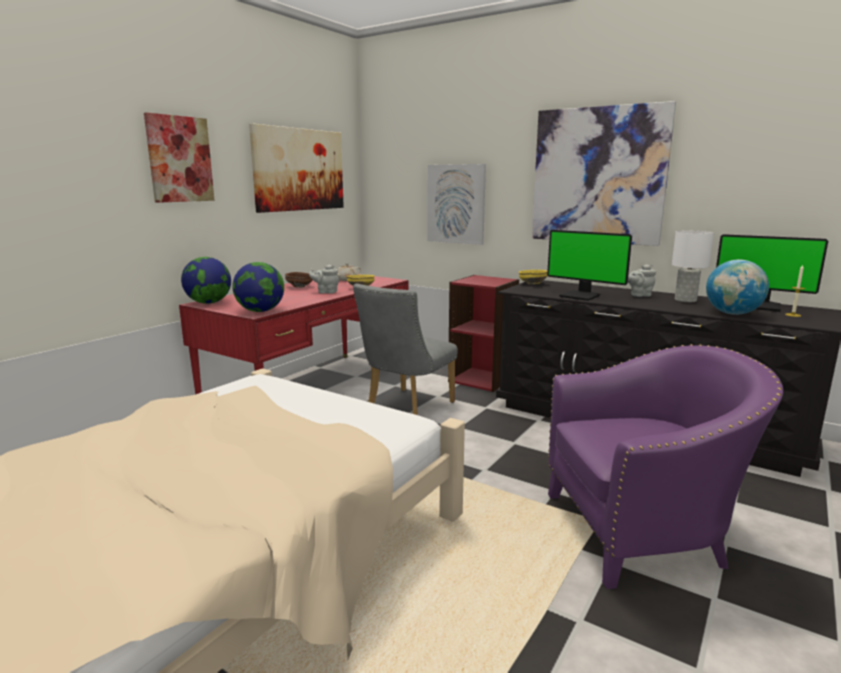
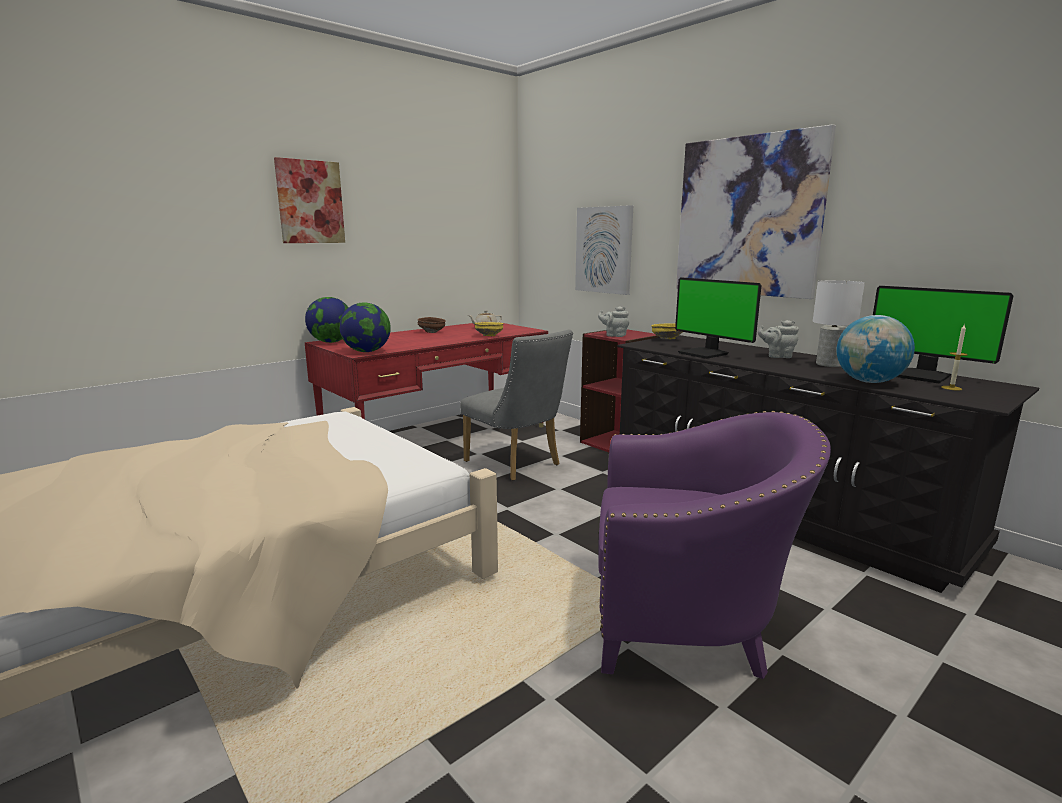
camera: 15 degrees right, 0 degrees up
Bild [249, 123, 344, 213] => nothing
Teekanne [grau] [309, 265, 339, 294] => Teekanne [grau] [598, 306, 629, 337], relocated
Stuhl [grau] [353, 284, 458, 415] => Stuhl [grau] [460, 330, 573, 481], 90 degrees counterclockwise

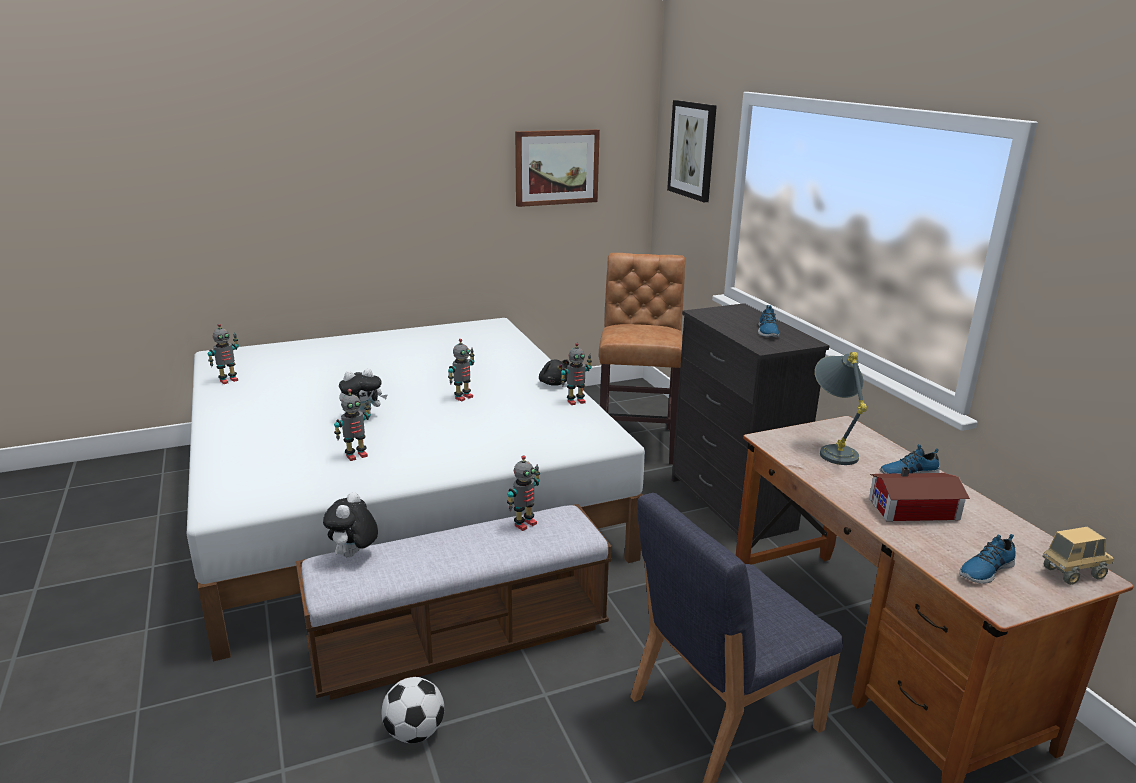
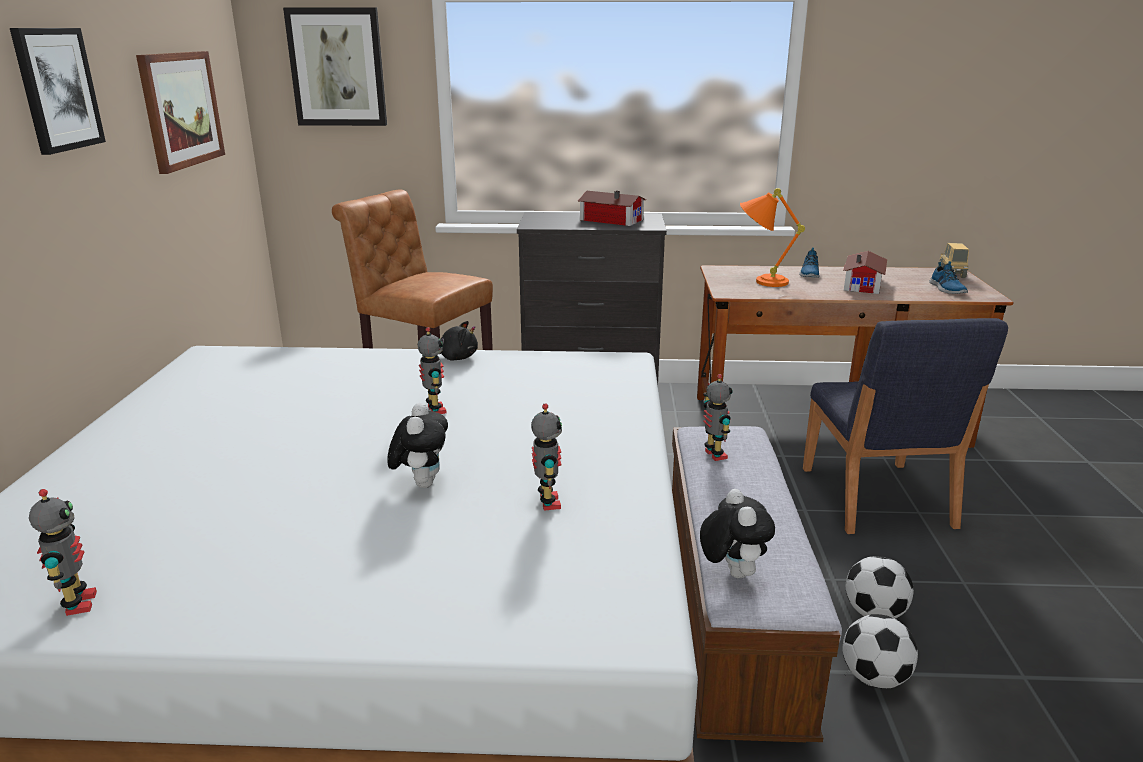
camera: 65 degrees left, 0 degrees up
Plüschtier [323, 492, 378, 558] => Plüschtier [700, 489, 775, 578], 135 degrees counterclockwise
Spielzeugroboter [561, 343, 592, 405] => nothing
Schuh [758, 305, 780, 337] => Spielzeughaus [578, 191, 646, 226]
Tischlampe [grau] [815, 352, 867, 465] => Tischlampe [orange] [740, 188, 805, 287]
nothing => Bild [10, 28, 106, 155]
nothing => Fußball [846, 556, 914, 619]

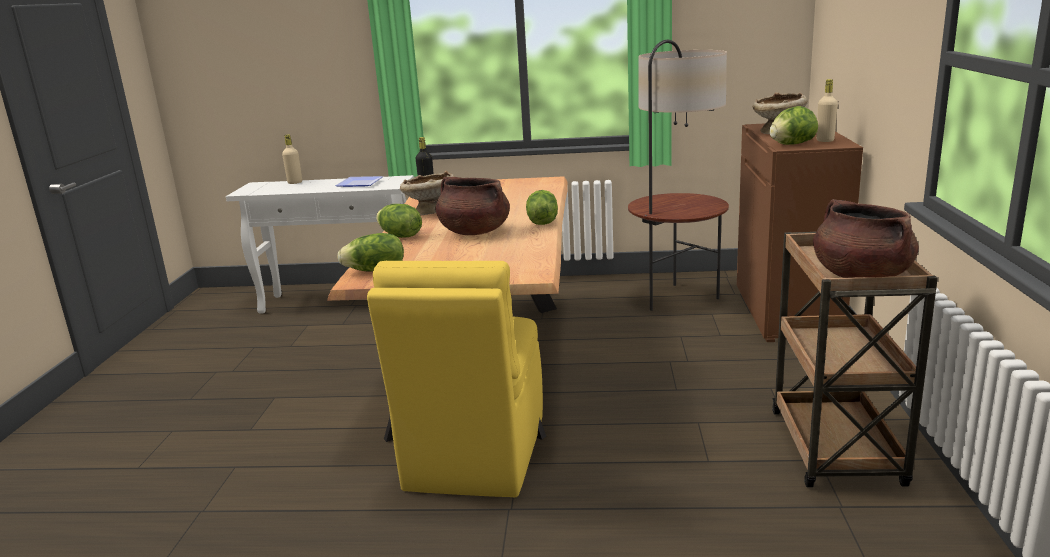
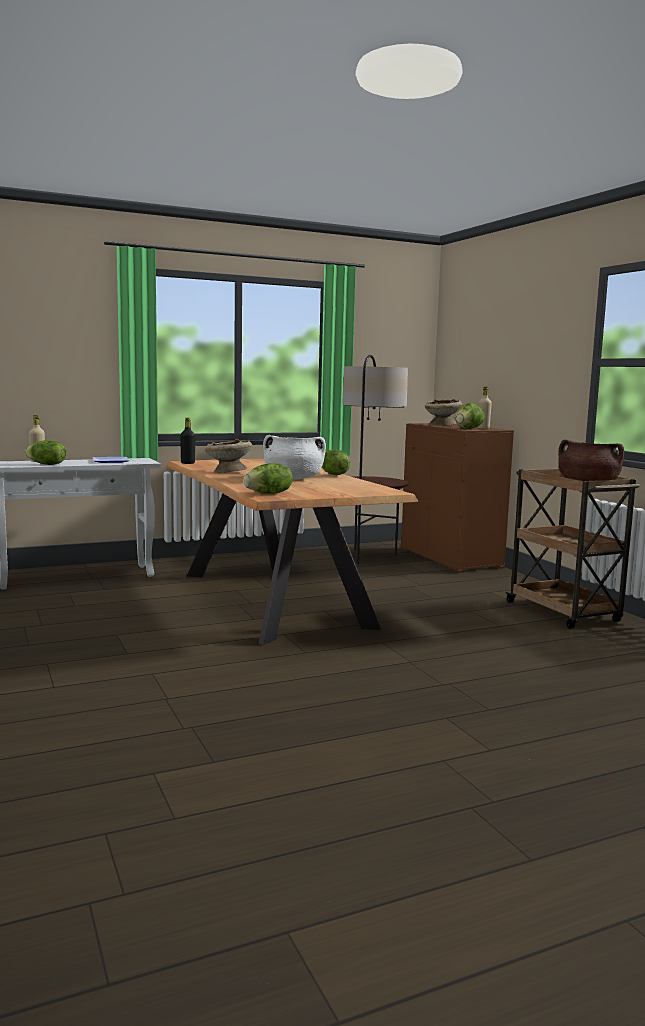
camera: 30 degrees left, 10 degrees down
Stuhl [gelb] [367, 261, 543, 497] => nothing
Salatkopf [376, 204, 422, 238] => Salatkopf [25, 440, 66, 465], relocated
Kochtopf [braun] [435, 177, 510, 235] => Kochtopf [weiß] [263, 435, 326, 480]

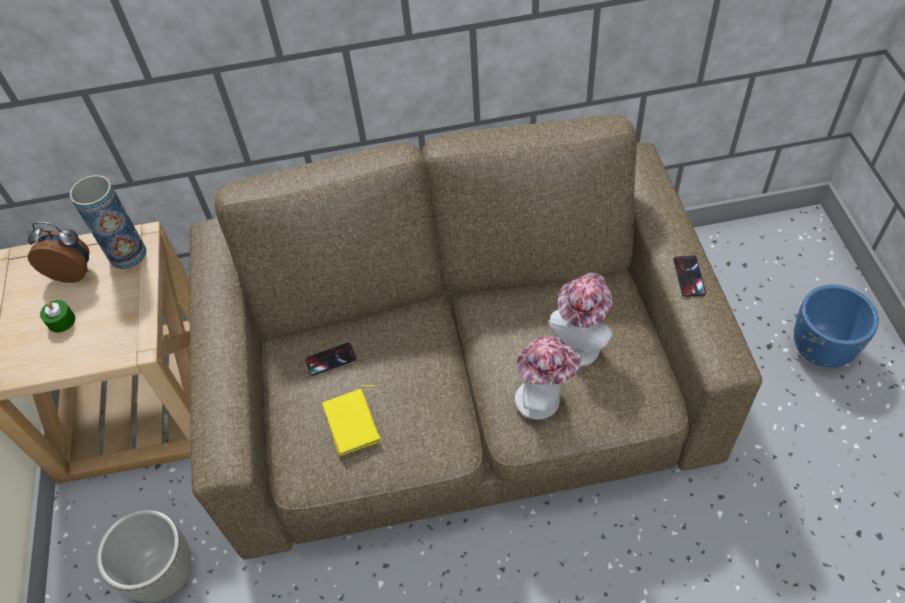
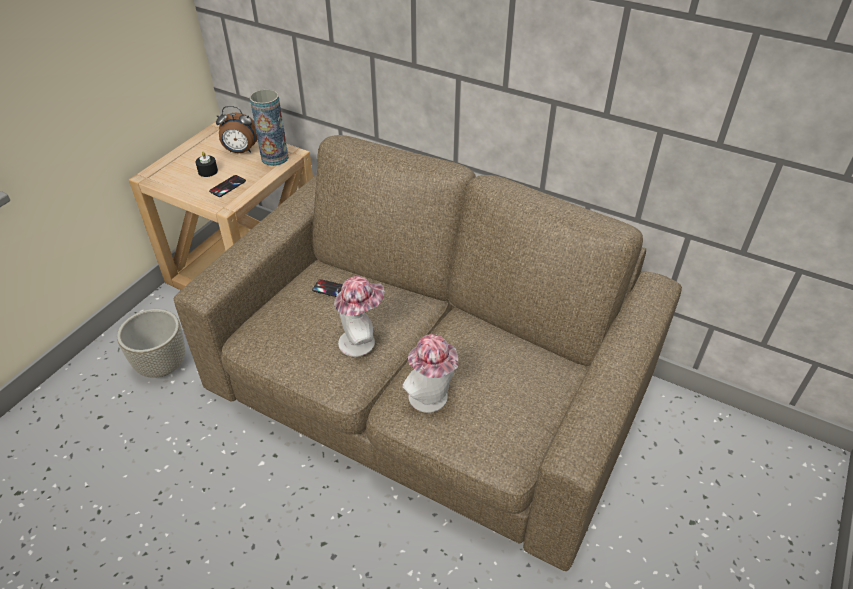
camera: 35 degrees right, 10 degrees down
Wecker [27, 222, 90, 283] => Wecker [216, 106, 257, 153], 135 degrees clockwise
Kerze [grün] [40, 300, 75, 333] => Kerze [schwarz] [195, 152, 218, 177]
Buch [gelb] [322, 385, 380, 456] => nothing
Hut [549, 273, 613, 366] => Hut [334, 276, 385, 357], relocated
Handy [673, 255, 706, 297] => Handy [209, 175, 246, 197], relocated
Pflanzkübel [blau] [794, 285, 879, 368] => nothing

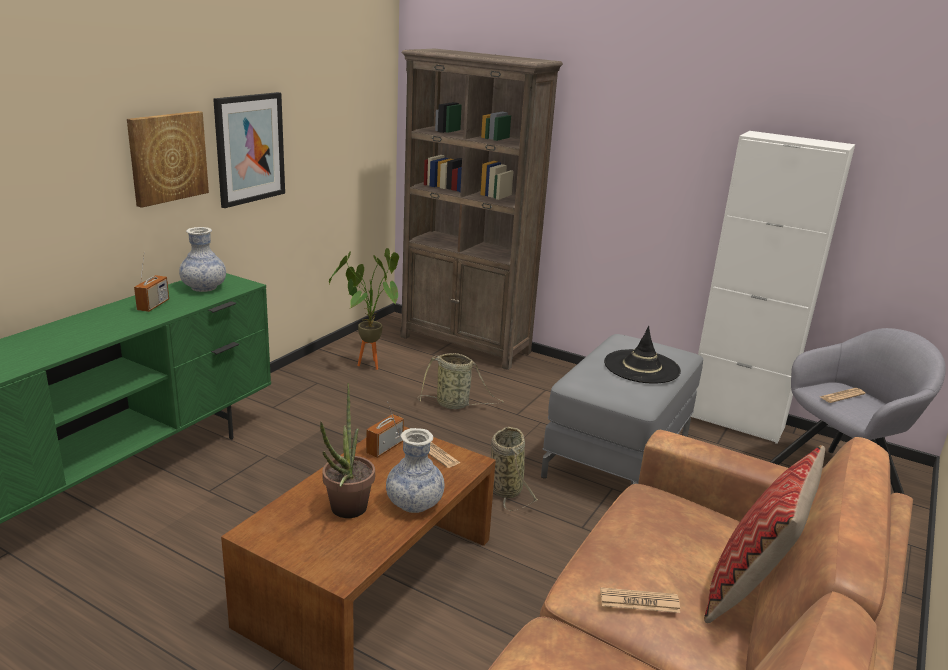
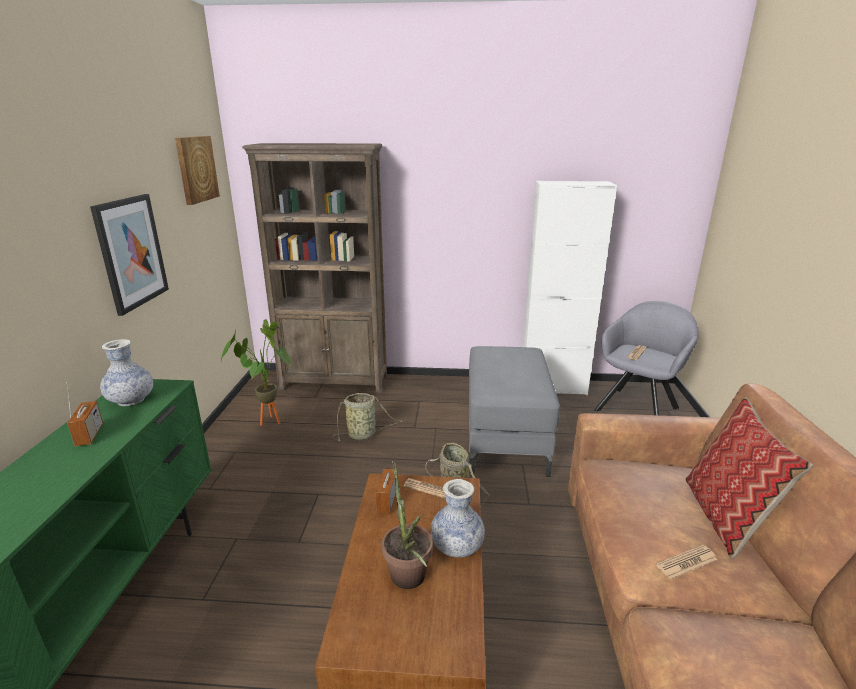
camera: 25 degrees left, 0 degrees up
Bild [127, 111, 209, 208] => Bild [175, 136, 220, 205], relocated
Hut [schwarz] [604, 326, 681, 383] => nothing

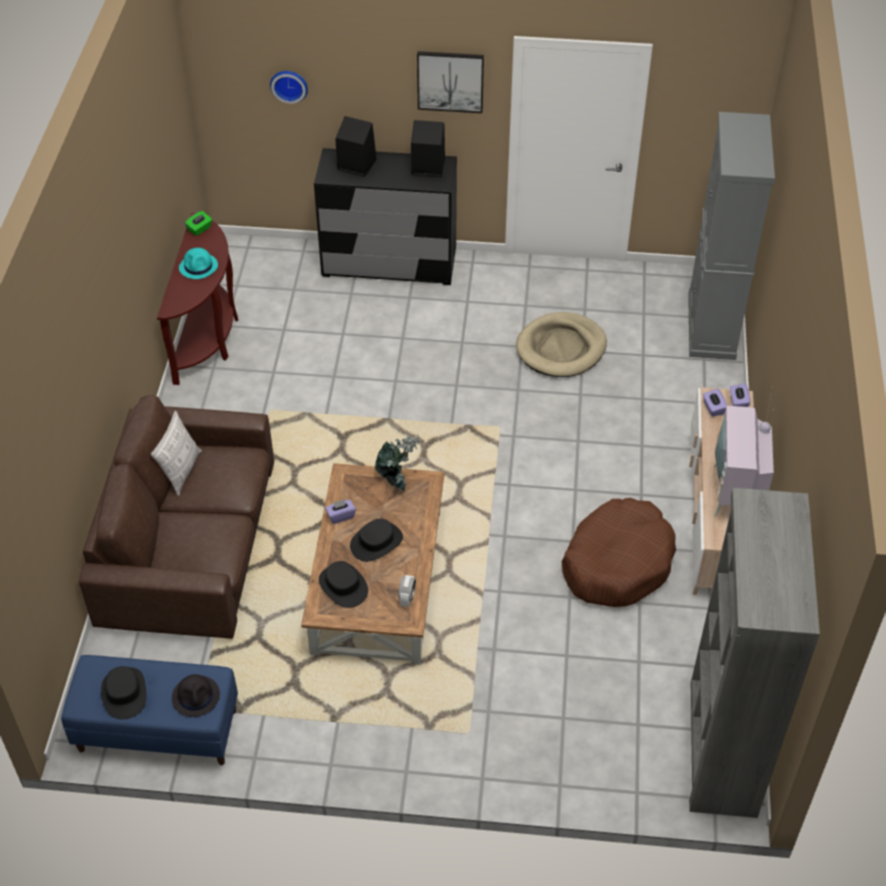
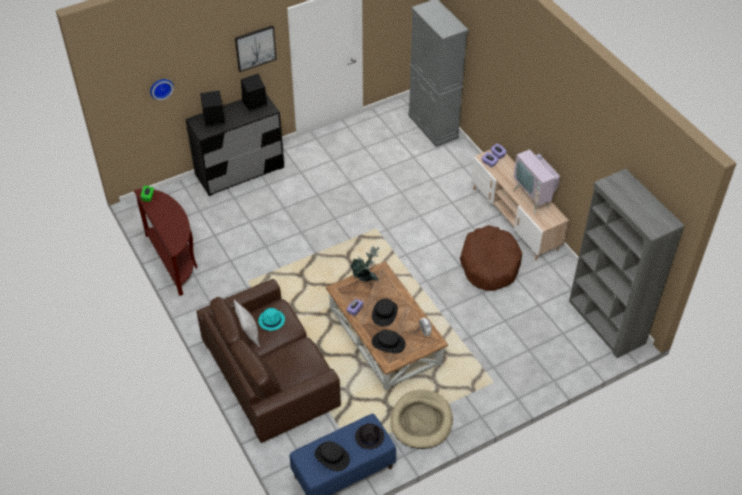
camera: 35 degrees left, 0 degrees up
Hut [türkis] [179, 248, 218, 279] => Hut [türkis] [258, 308, 285, 331], relocated
Hundebett [beige] [516, 312, 607, 377] => Hundebett [beige] [390, 390, 453, 449], relocated

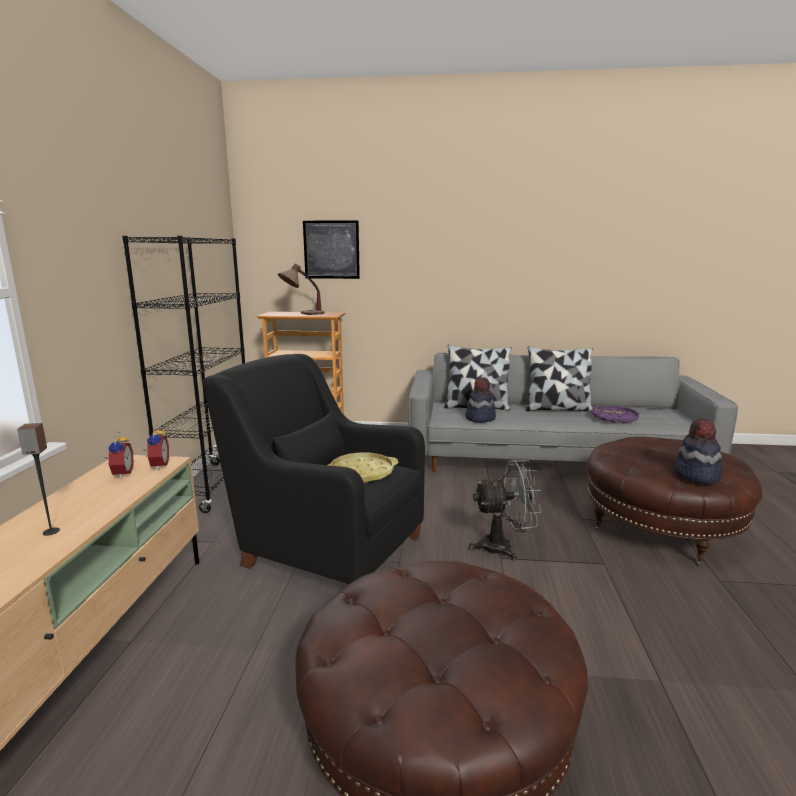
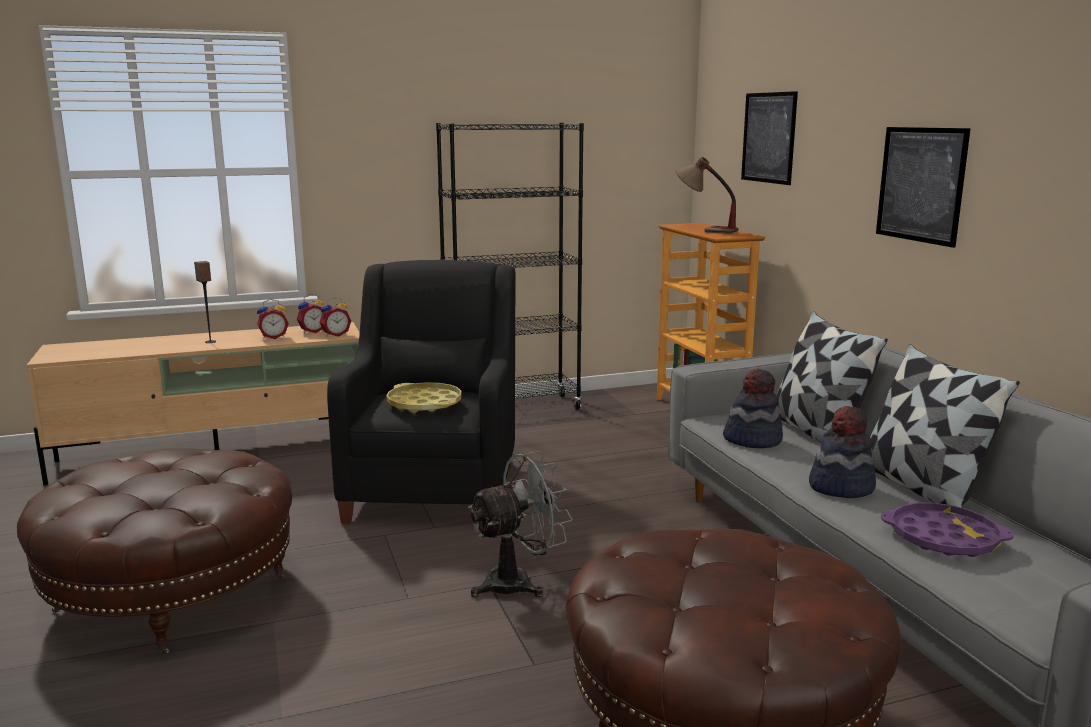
camera: 65 degrees right, 0 degrees up
Ventilator [grau] [469, 460, 542, 561] => Ventilator [grau] [468, 451, 573, 597], 90 degrees counterclockwise
Hut [674, 419, 722, 484] => Hut [809, 406, 876, 498], relocated
nothing => Wecker [257, 299, 289, 339]
nothing => Bild [876, 127, 971, 248]

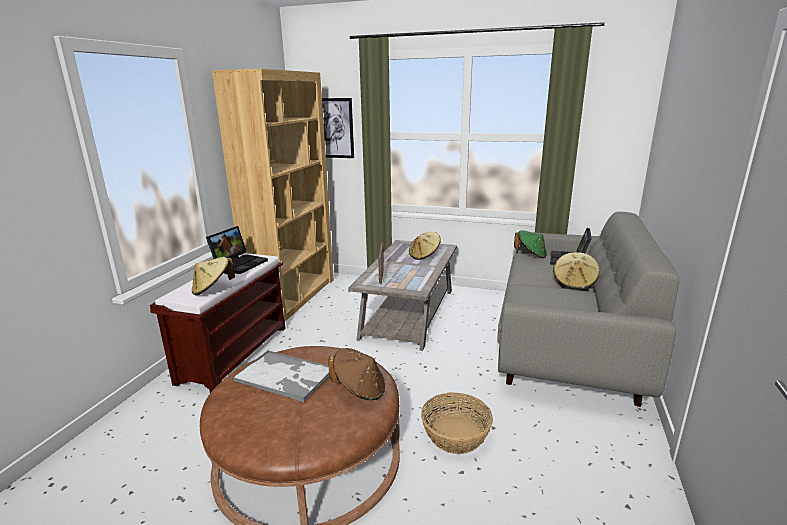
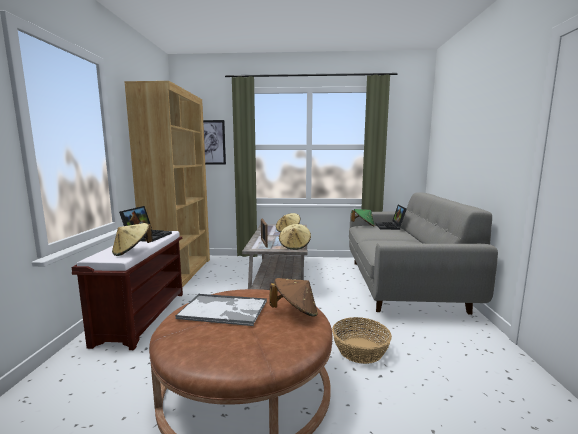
camera: 15 degrees left, 10 degrees down
Hut [beige] [553, 252, 600, 289] => Hut [beige] [279, 224, 311, 250], relocated

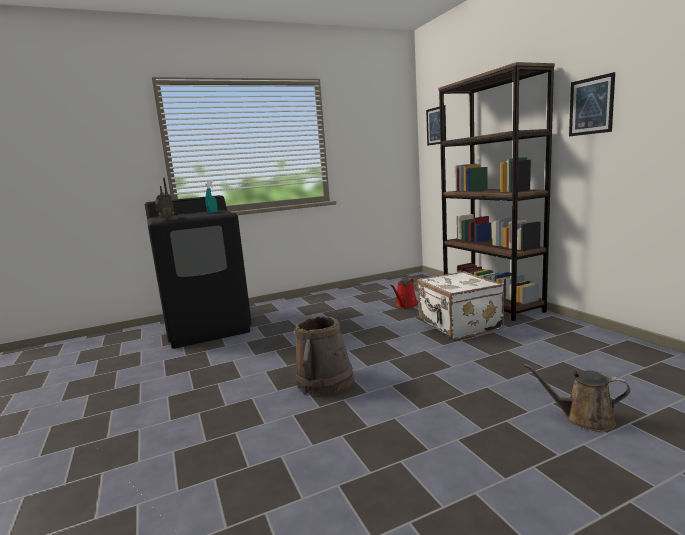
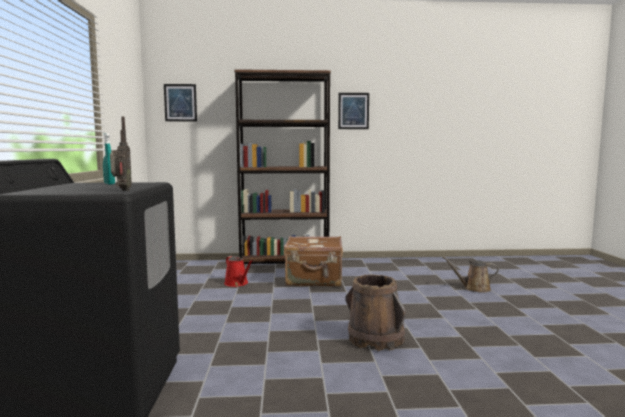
camera: 70 degrees left, 5 degrees down
Koffer [weiß] [417, 271, 504, 339] => Koffer [braun] [284, 236, 343, 287]
Gießkanne [braun] [524, 364, 630, 432] => Gießkanne [braun] [442, 256, 499, 293], 60 degrees clockwise

